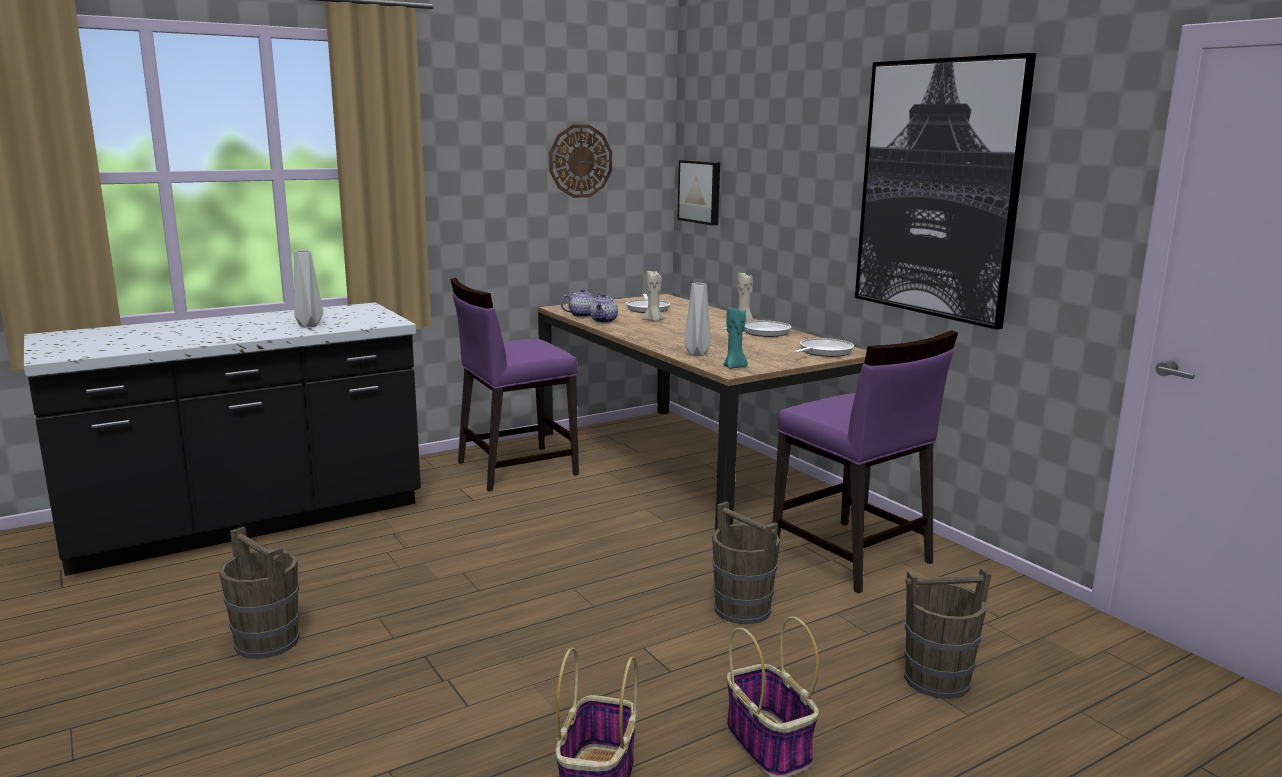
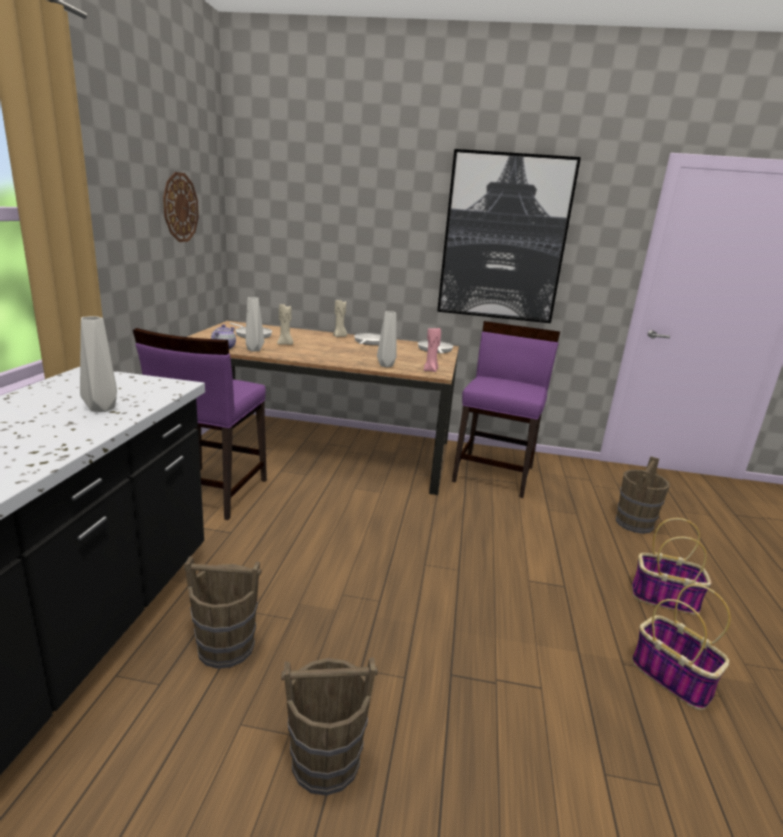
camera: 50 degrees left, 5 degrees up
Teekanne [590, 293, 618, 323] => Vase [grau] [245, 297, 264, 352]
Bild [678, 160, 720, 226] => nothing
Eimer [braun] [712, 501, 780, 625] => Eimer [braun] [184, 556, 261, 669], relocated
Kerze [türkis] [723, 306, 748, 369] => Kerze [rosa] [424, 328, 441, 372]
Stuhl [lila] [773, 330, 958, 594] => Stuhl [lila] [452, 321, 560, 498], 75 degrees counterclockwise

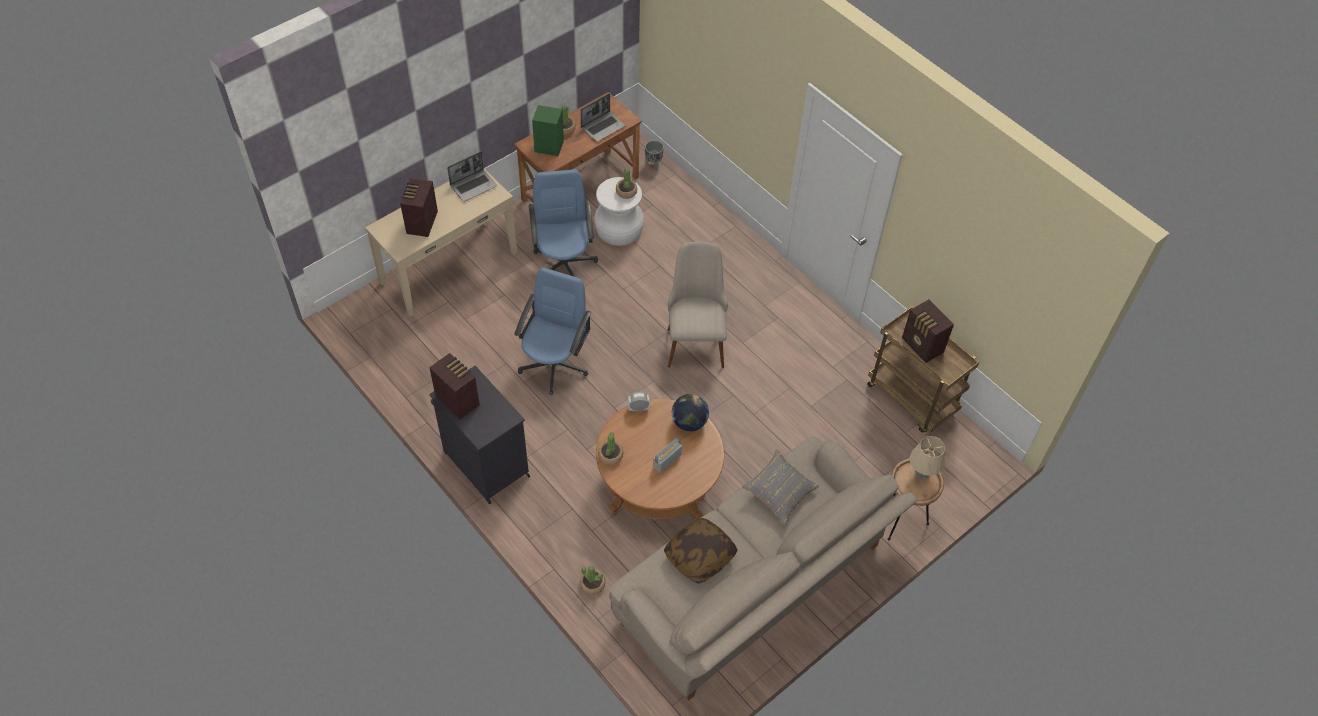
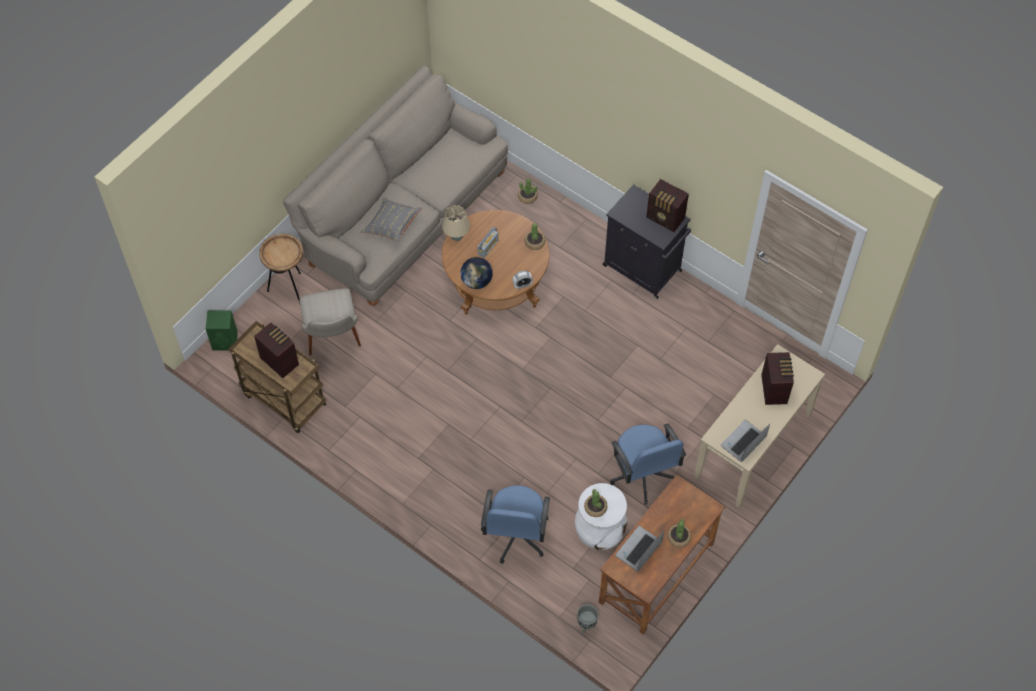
camera: 170 degrees right, 5 degrees up
Bürostuhl [blau] [514, 268, 591, 395] => Bürostuhl [blau] [481, 485, 550, 564], relocated
Lautsprecher [grün] [532, 105, 564, 156] => Lautsprecher [grün] [206, 311, 238, 351], relocated
Kissen [664, 518, 738, 584] => nothing
Stuhl [beige] [668, 242, 728, 368] => Stuhl [beige] [299, 288, 361, 356], relocated
Tischlampe [beige] [910, 436, 945, 478] => Tischlampe [beige] [442, 205, 470, 241], relocated

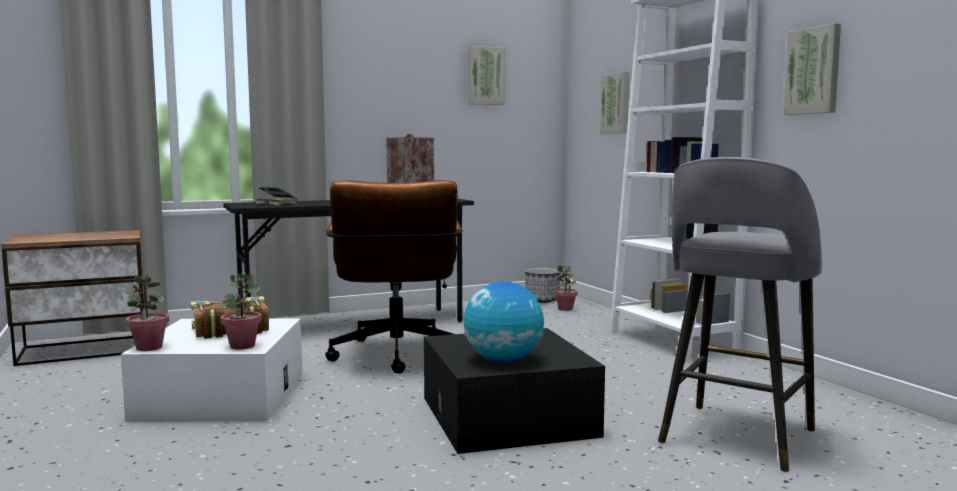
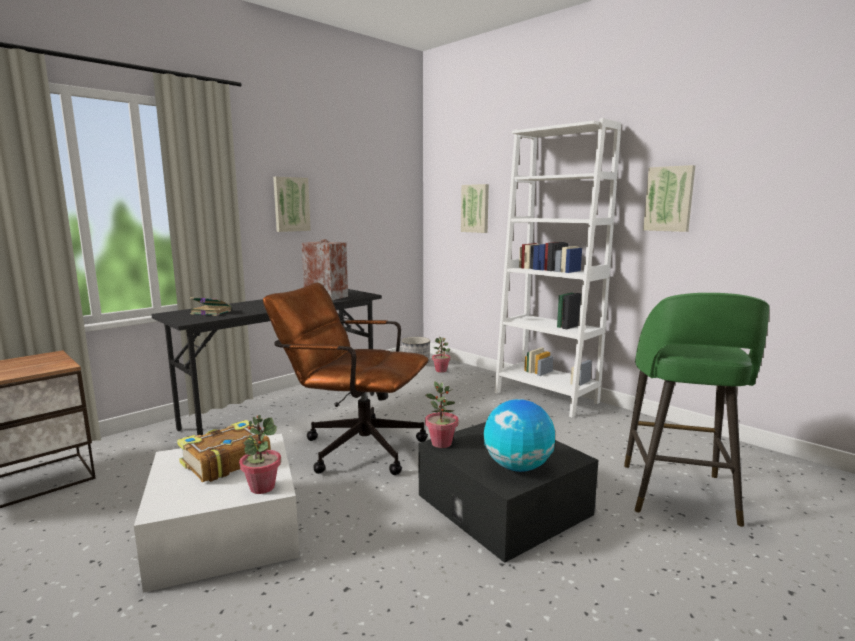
camera: 20 degrees left, 5 degrees up
Topfpflanze [126, 273, 169, 351] => Topfpflanze [425, 381, 459, 448], relocated
Bürostuhl [braun] [325, 180, 463, 373] => Bürostuhl [braun] [263, 282, 429, 475], 135 degrees clockwise
Bild [468, 46, 505, 105] => Bild [273, 177, 311, 232], relocated
Hocker [grau] [658, 157, 822, 472] => Hocker [grün] [624, 293, 769, 527]

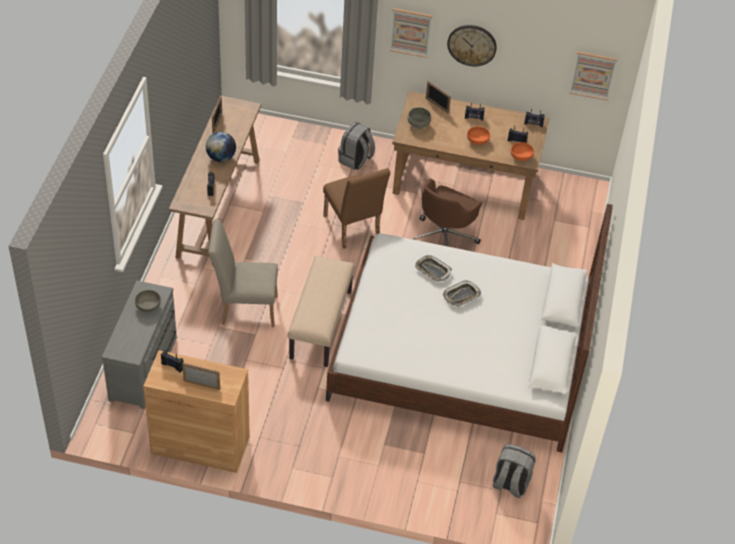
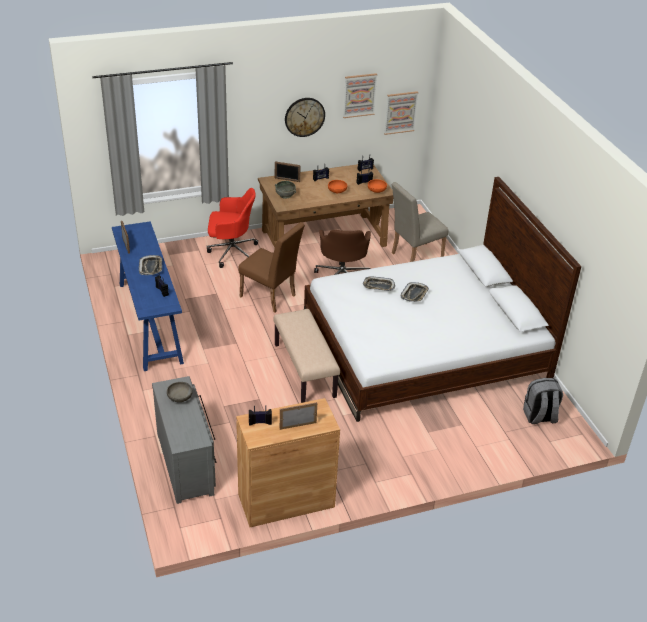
camera: 30 degrees left, 10 degrees down
Konsolentisch [braun] [169, 96, 261, 266] => Konsolentisch [blau] [112, 221, 184, 371]
Globus [206, 132, 236, 162] => Tablett [139, 255, 162, 275]
Stuhl [beige] [208, 219, 278, 327] => Stuhl [beige] [392, 182, 448, 262], relocated
Rucksack [grau] [338, 122, 375, 170] => Bürostuhl [rot] [206, 188, 258, 268]
Bild [390, 8, 432, 58] => Bild [343, 73, 377, 118], relocated

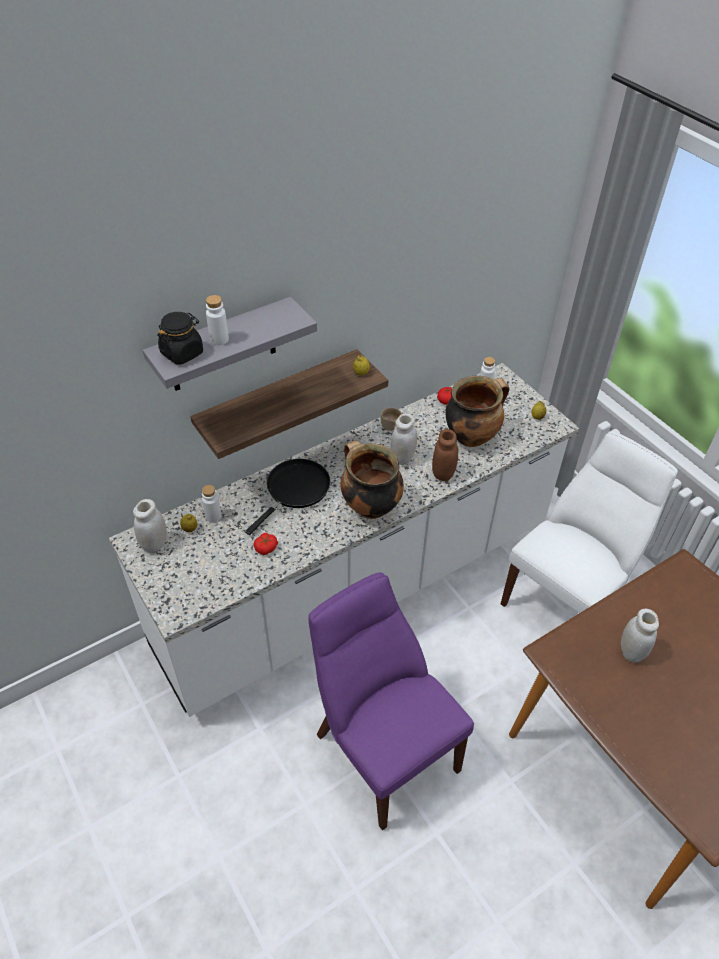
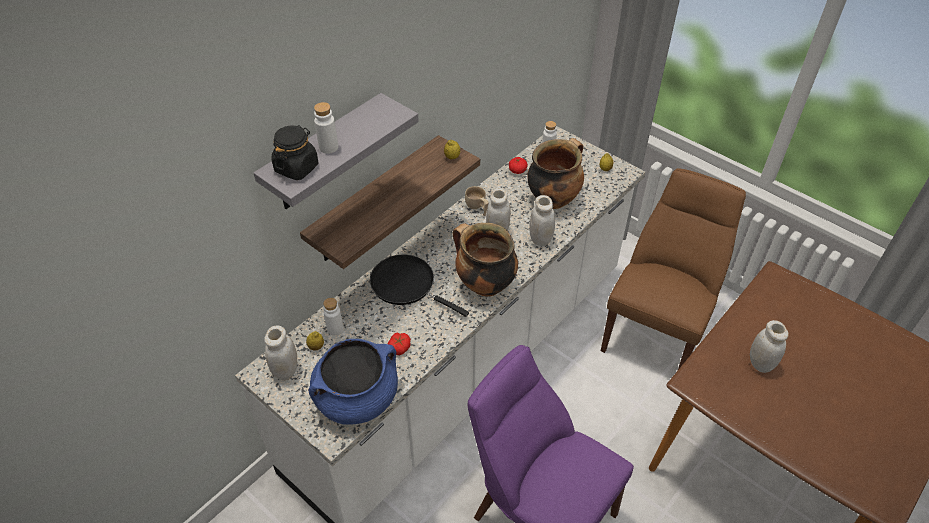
camera: 15 degrees left, 0 degrees up
Pfanne [schwarz] [245, 459, 330, 535] => Pfanne [schwarz] [370, 255, 469, 317], 75 degrees counterclockwise
Vorratsglas [braun] [432, 429, 458, 481] => Vorratsglas [weiß] [529, 195, 555, 246]
Stuhl [weiß] [501, 431, 678, 613] => Stuhl [braun] [601, 168, 746, 370]
nothing => Kochtopf [blau] [309, 339, 398, 425]

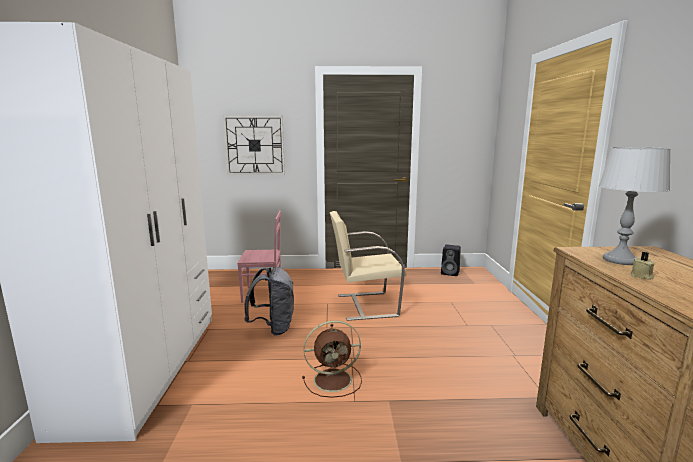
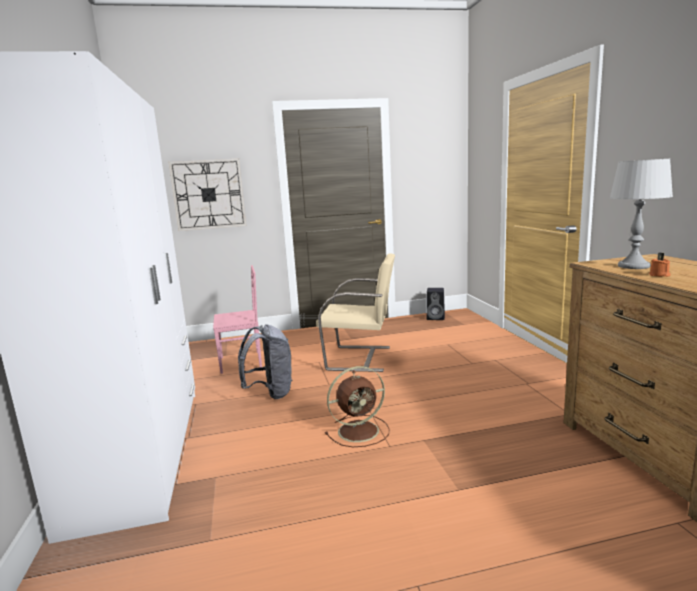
camera: 10 degrees left, 0 degrees up
Stuhl [beige] [330, 211, 406, 321] => Stuhl [beige] [316, 253, 395, 372], 150 degrees counterclockwise
Kerze [beige] [631, 252, 655, 280] => Kerze [orange] [649, 253, 671, 277]

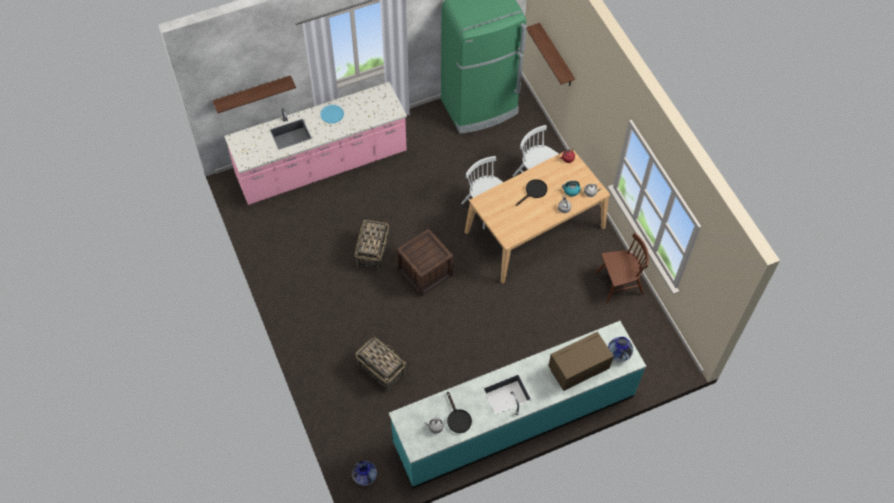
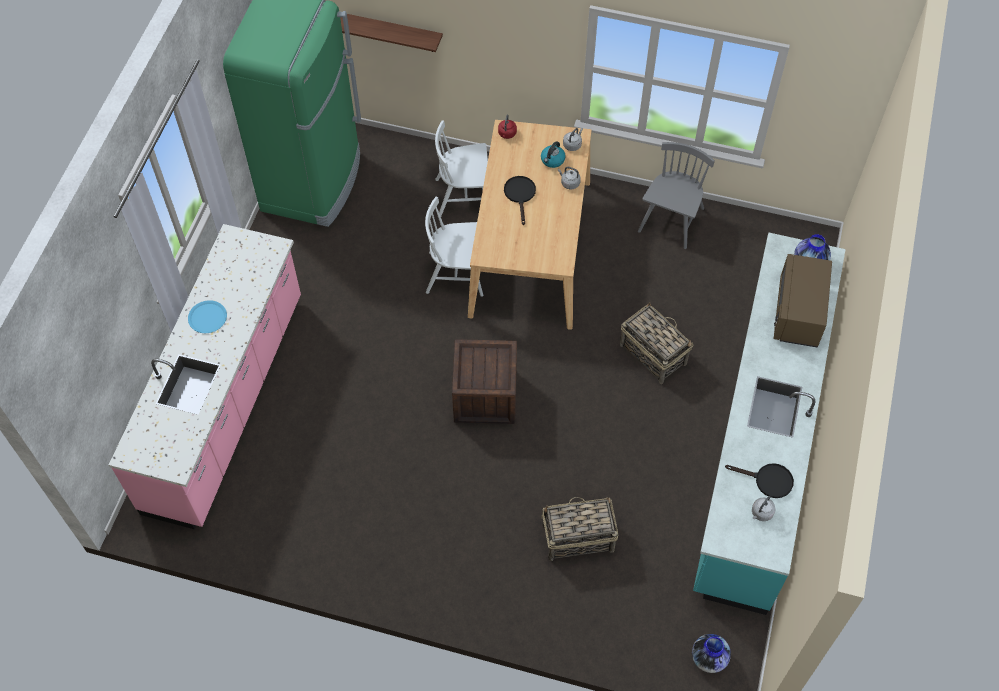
camera: 50 degrees left, 0 degrees up
Wandregal [212, 75, 296, 113] => nothing
Korb [355, 220, 389, 271] => Korb [620, 302, 693, 384], relocated
Stuhl [braun] [595, 233, 649, 303] => Stuhl [grau] [638, 142, 715, 249]

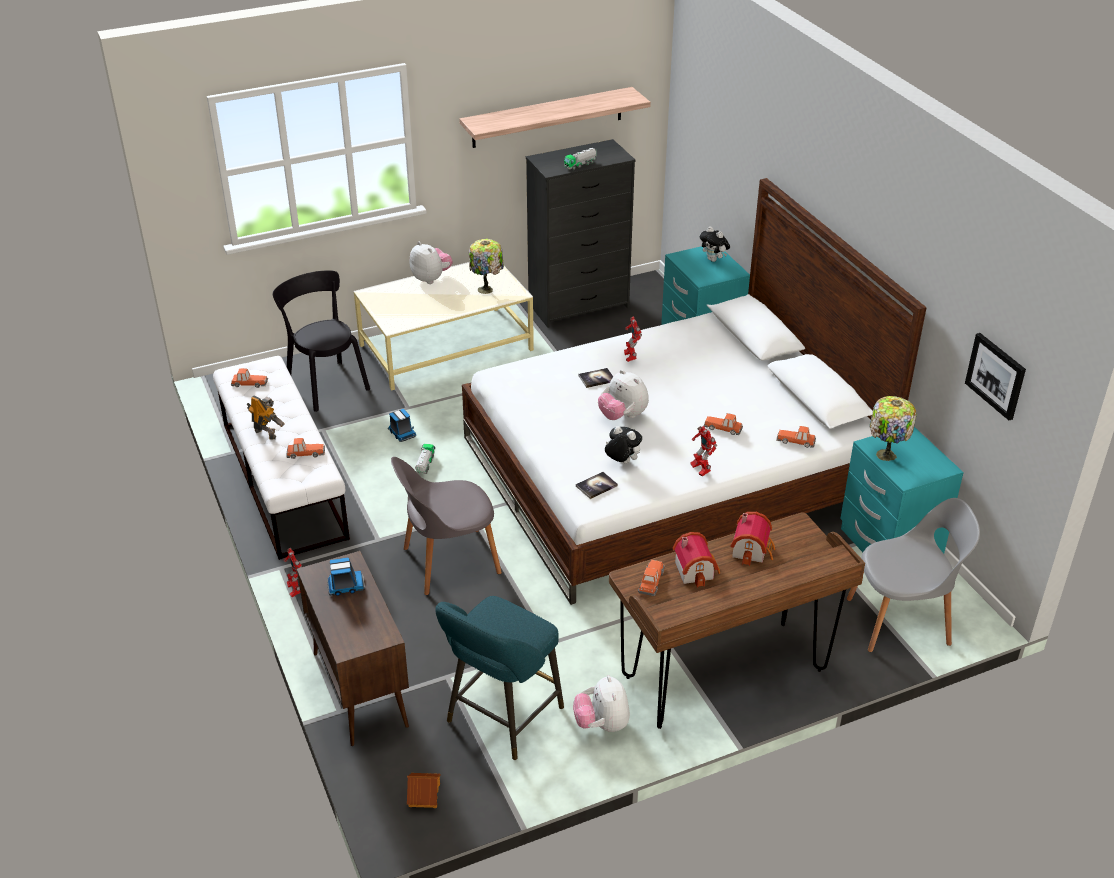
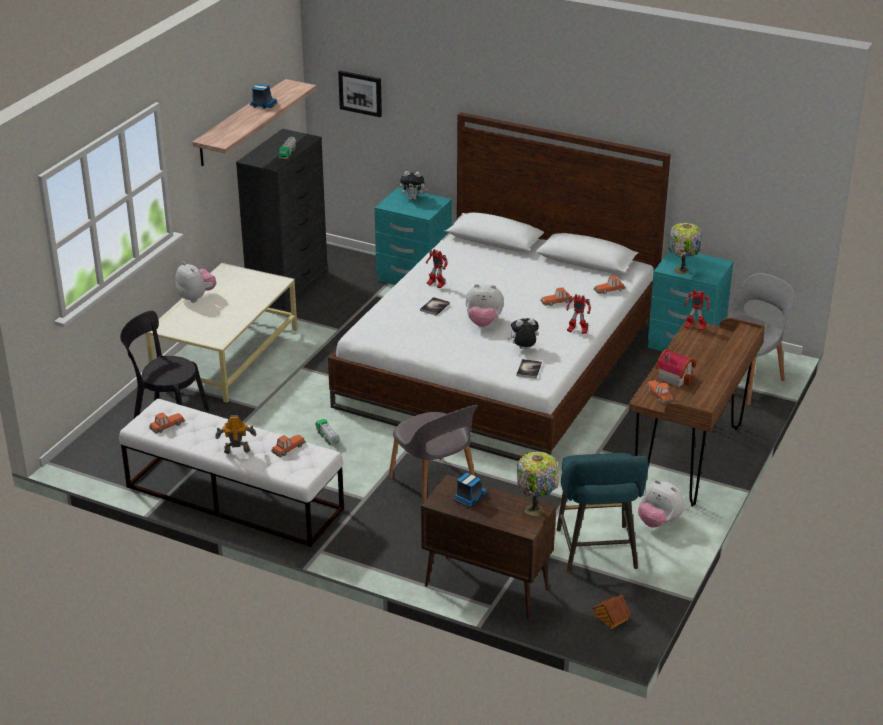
camera: 40 degrees left, 5 degrees down
Spielzeugroboter [284, 548, 302, 597] => Spielzeugroboter [684, 290, 710, 331], relocated
Spielzeuglaster [388, 409, 416, 442] => Spielzeuglaster [250, 84, 277, 109], relocated
Stuhl [grau] [391, 457, 502, 595] => Stuhl [grau] [388, 405, 478, 504], 60 degrees counterclockwise
Plüschtier [410, 242, 453, 284] => Plüschtier [175, 262, 216, 303], 45 degrees clockwise
Tischlampe [469, 239, 504, 294] => Tischlampe [517, 451, 559, 516], relocated
Spielzeughaus [730, 512, 775, 566] => nothing
Bild [965, 333, 1026, 420] => Bild [338, 71, 382, 117], relocated

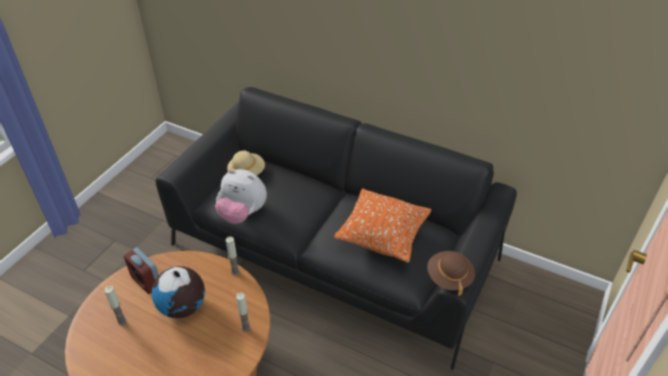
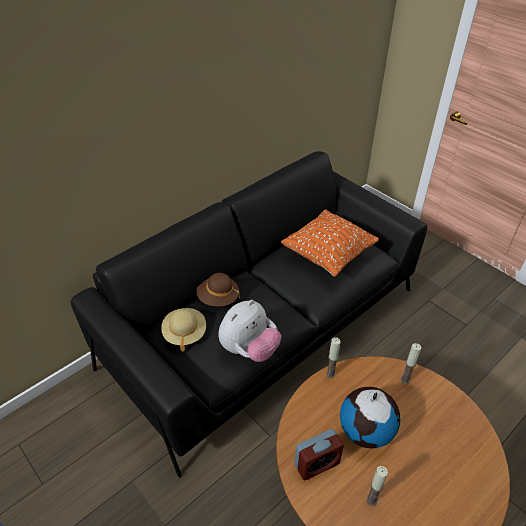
camera: 70 degrees left, 0 degrees up
Hut [braun] [427, 251, 475, 296] => Hut [braun] [197, 273, 240, 306], relocated

